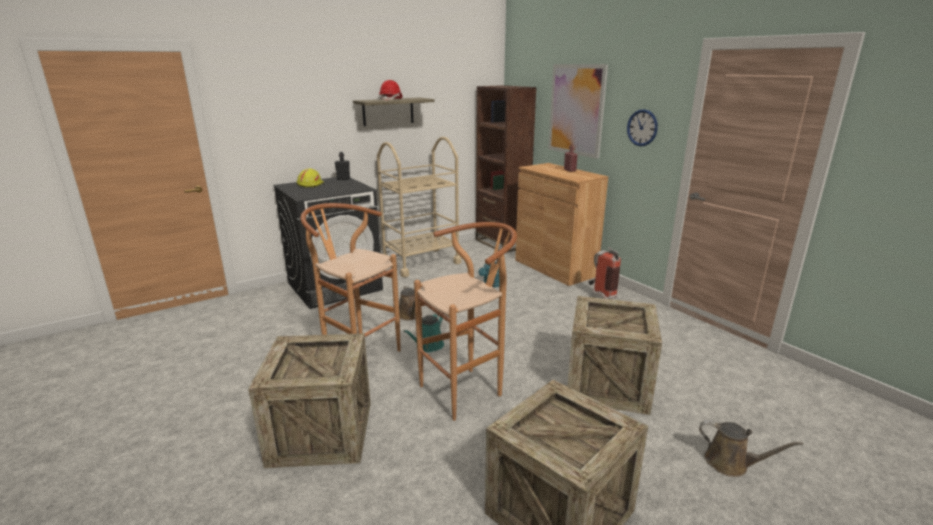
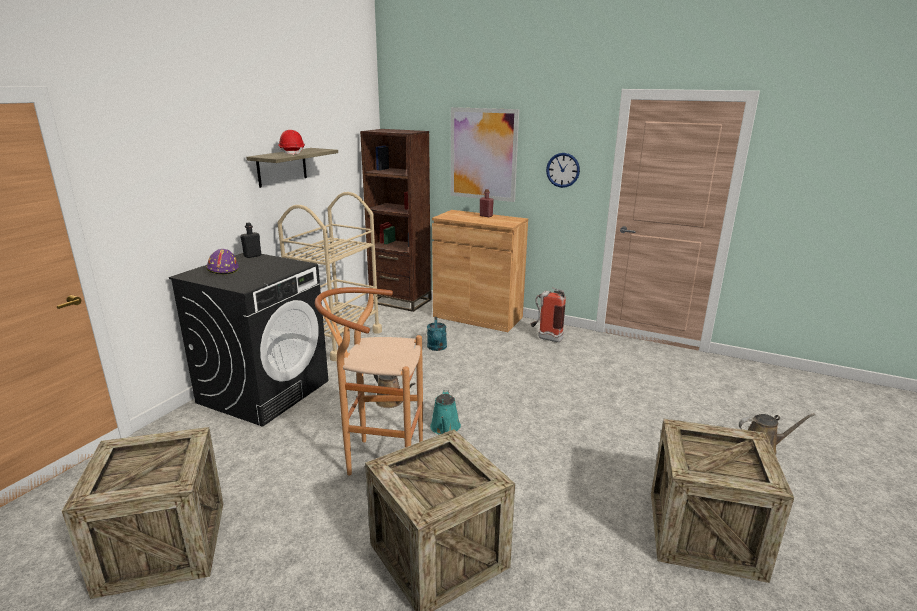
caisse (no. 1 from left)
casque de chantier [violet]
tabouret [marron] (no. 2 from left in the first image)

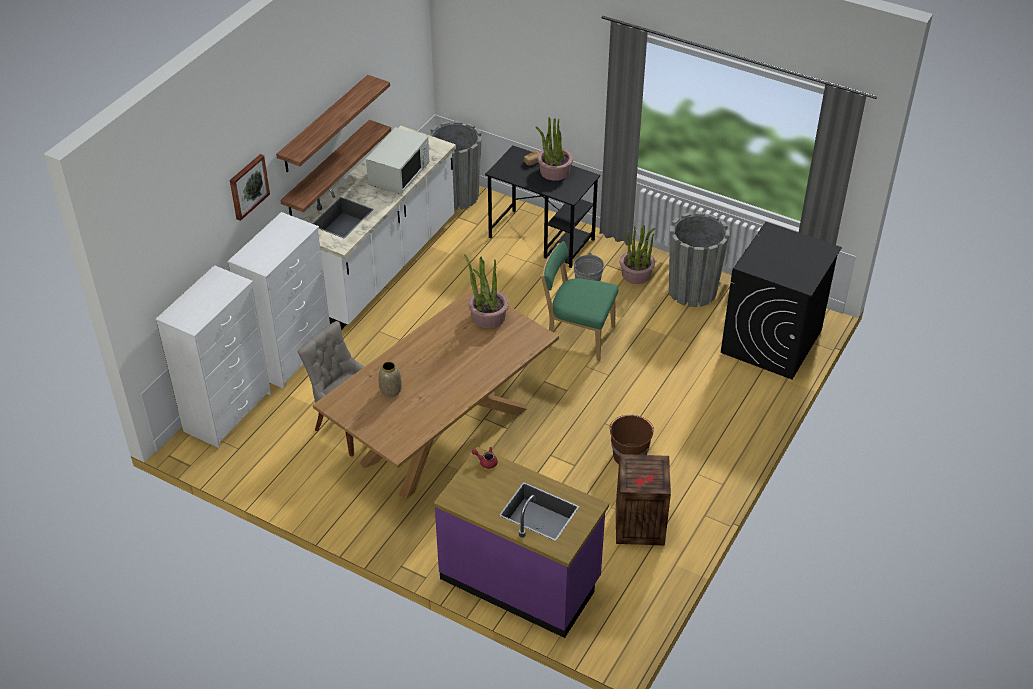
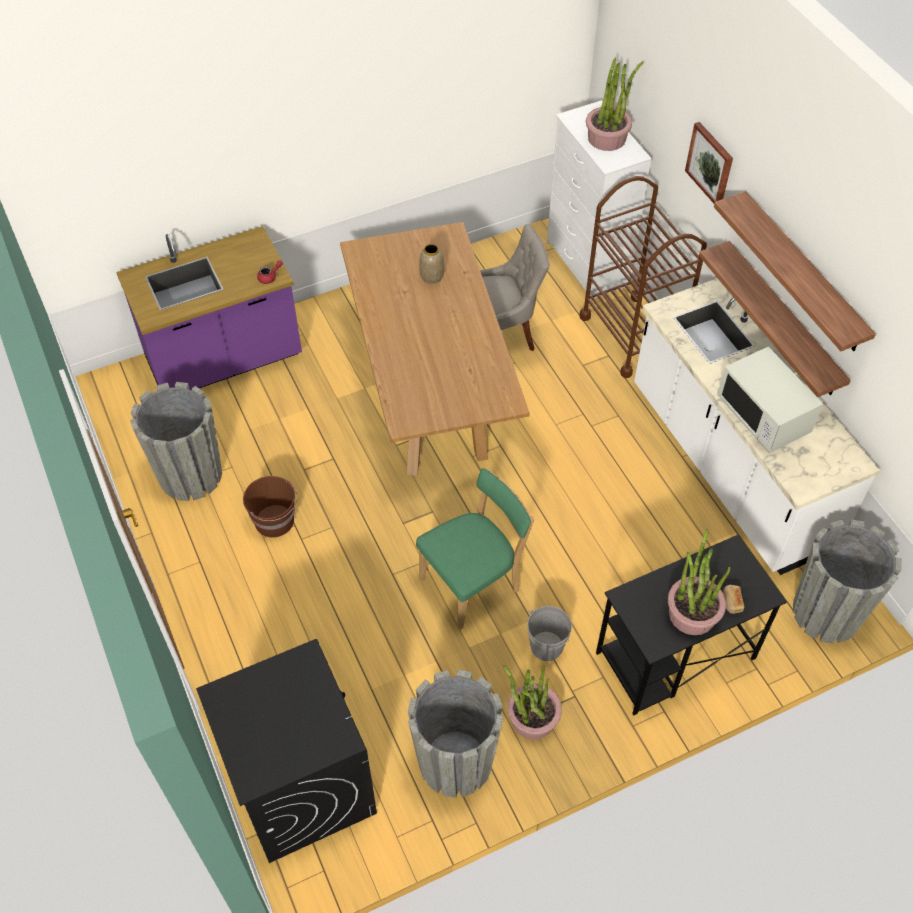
cache-pot [gris] (no. 1 from left)
chariot [marron]
plante en pot (no. 2 from left)

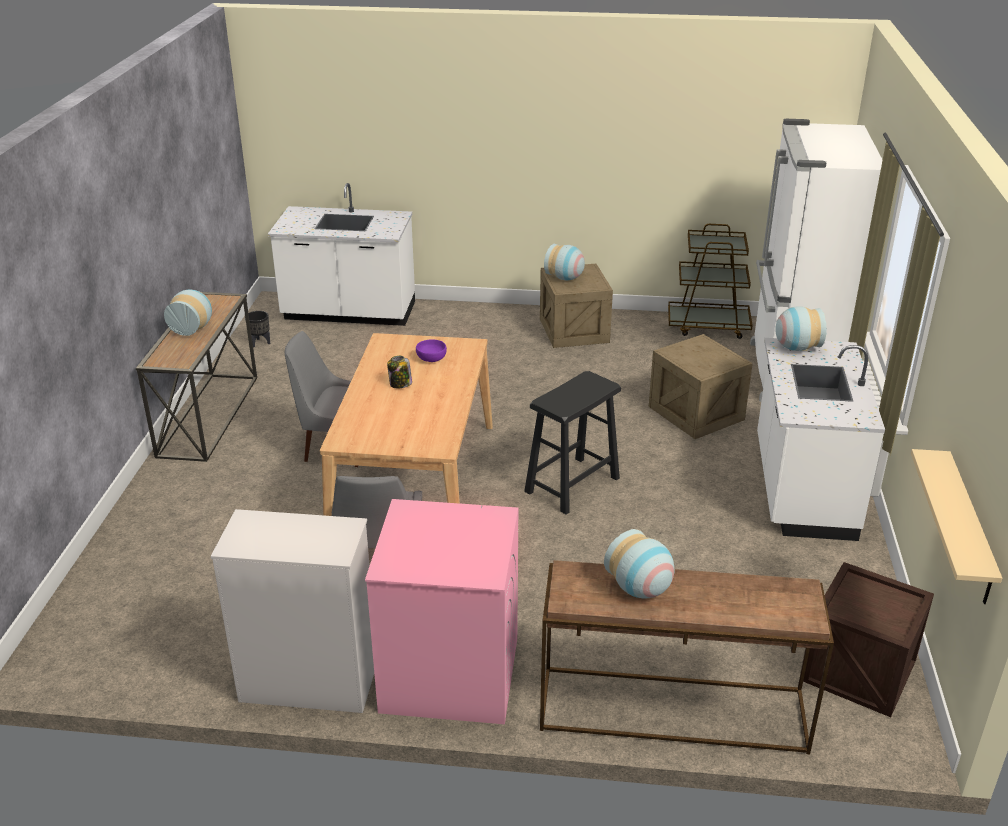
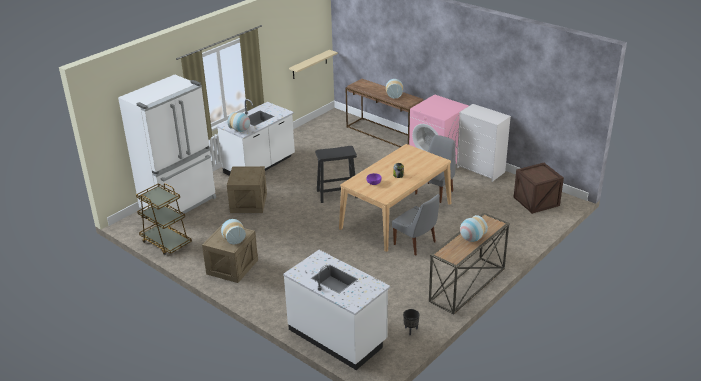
caisse (no. 3 from left)

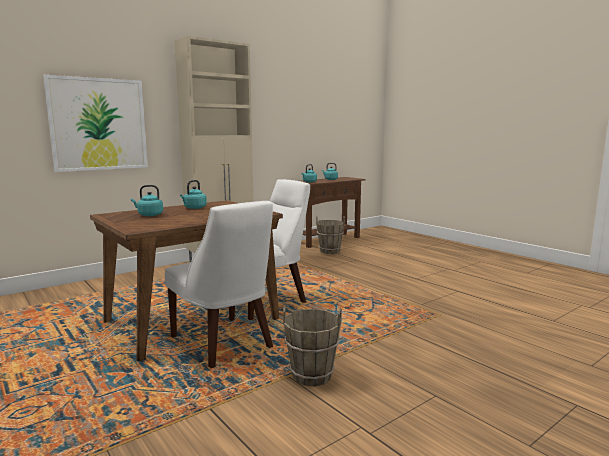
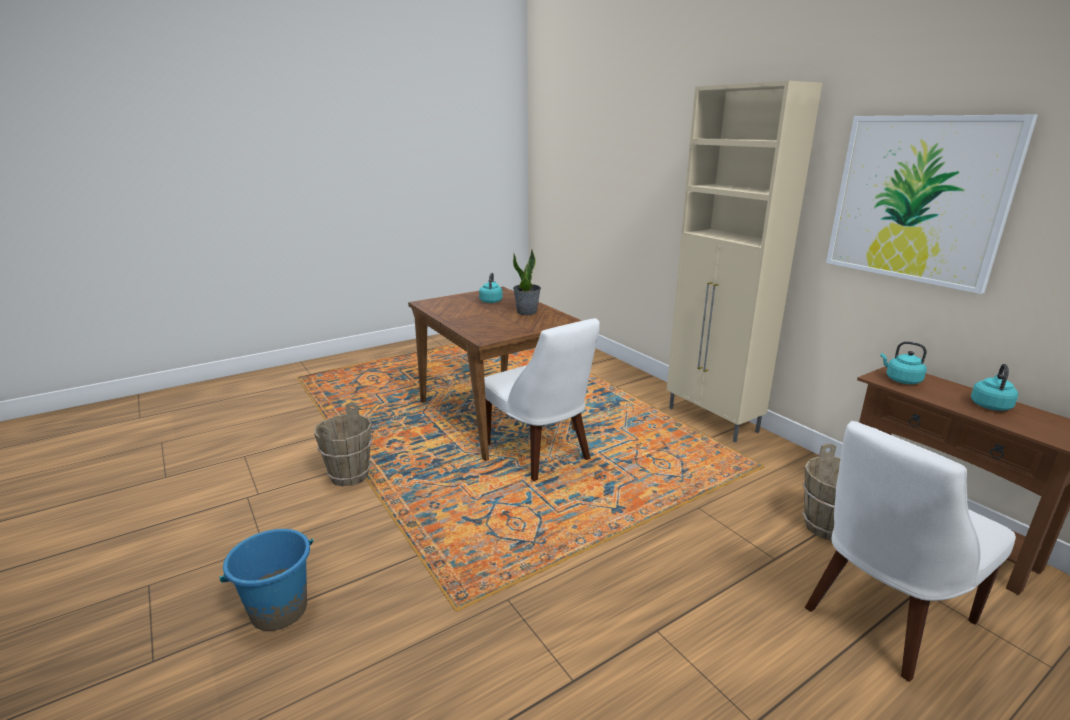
seau [bleu]
plante en pot
chaise [blanc] (no. 2 from left)
tableau

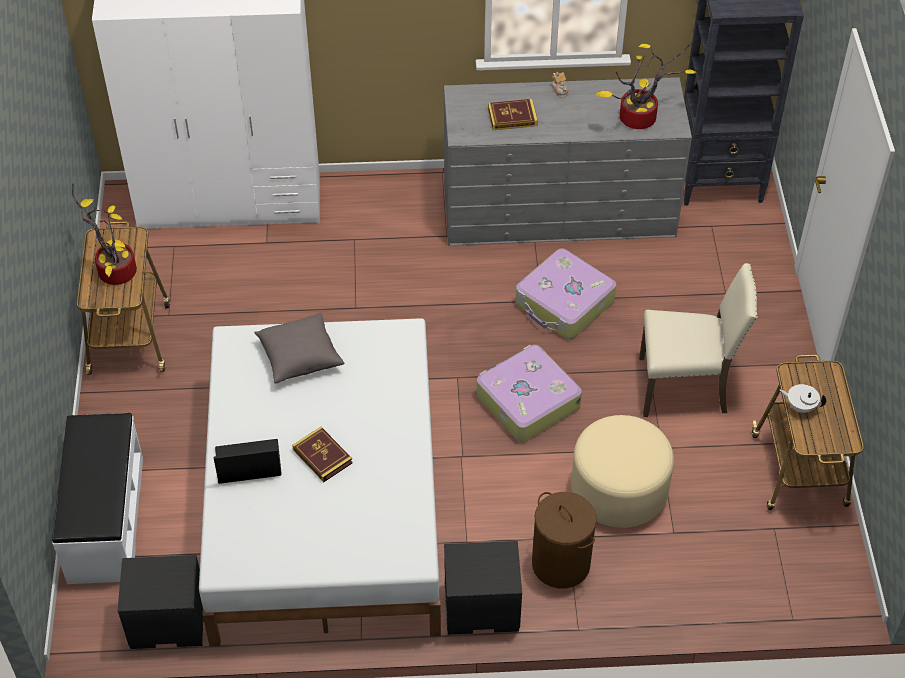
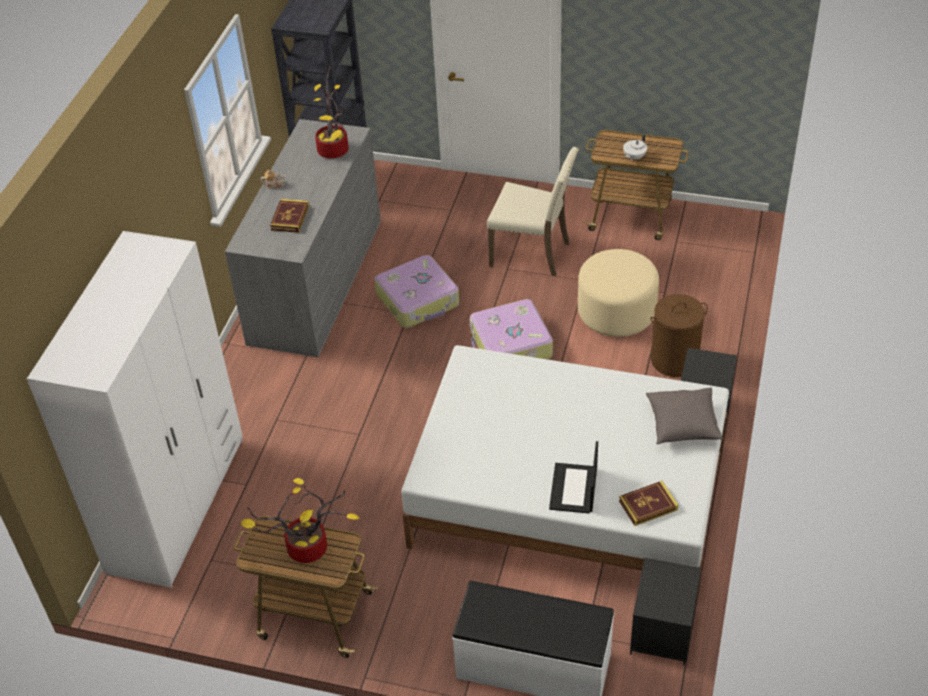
chaise [beige]
livre (no. 2 from left)
coussin [gris]

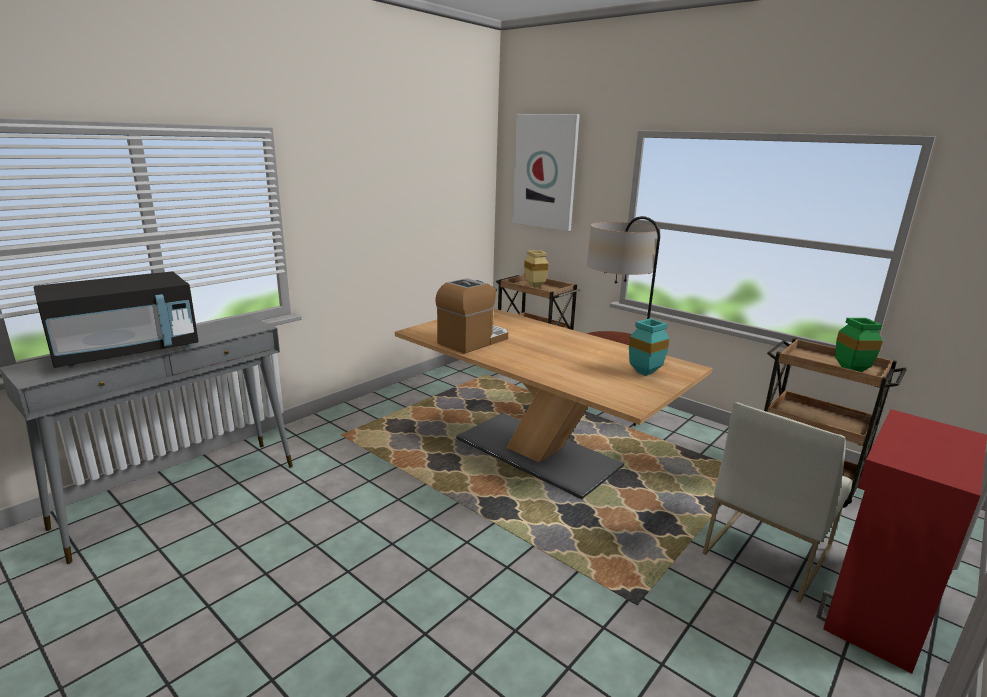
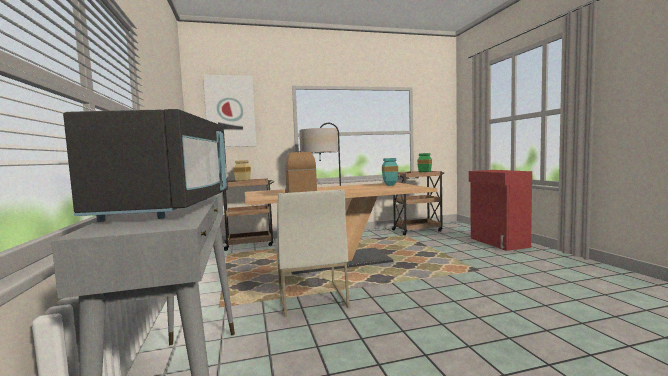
chaise [blanc]

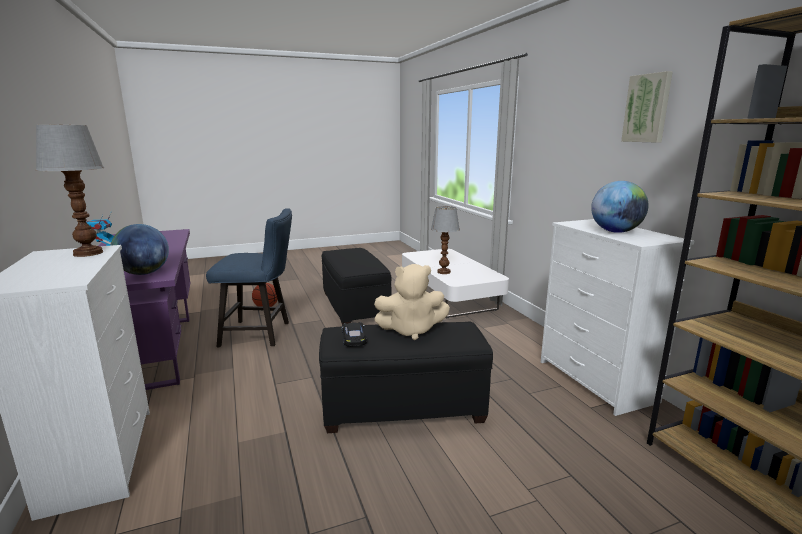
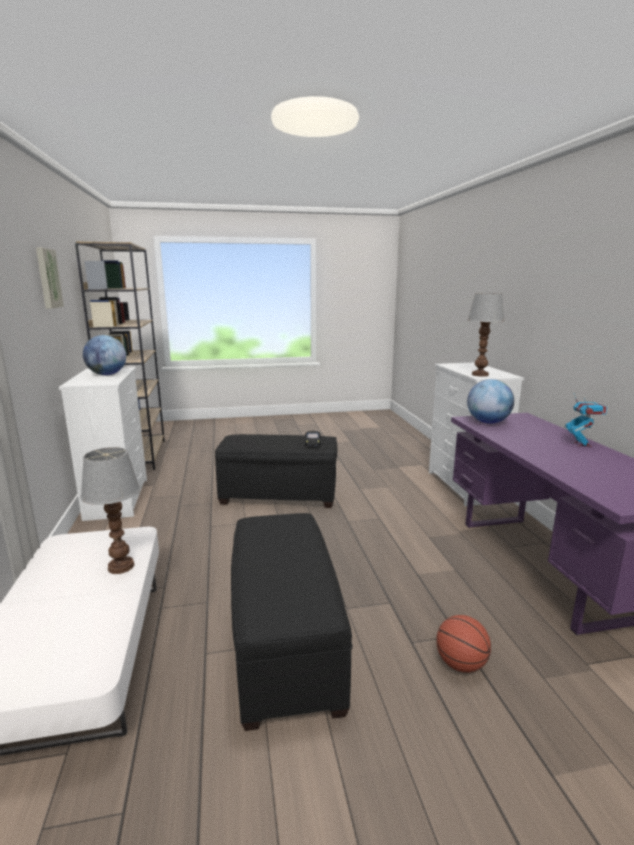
chaise [bleu]
peluche [beige]

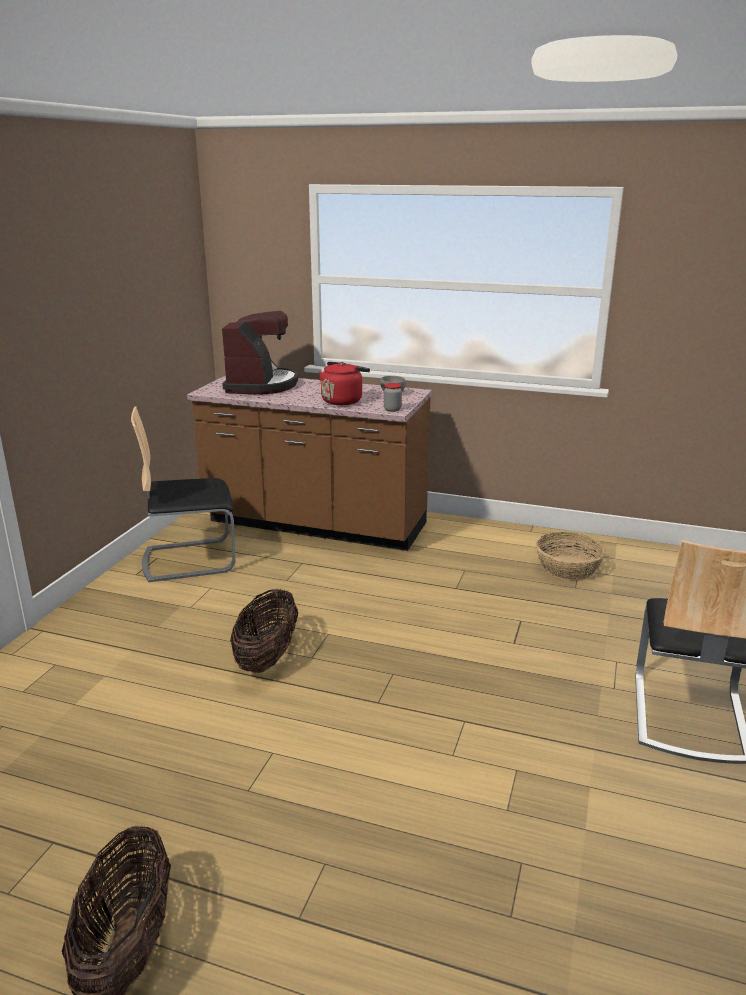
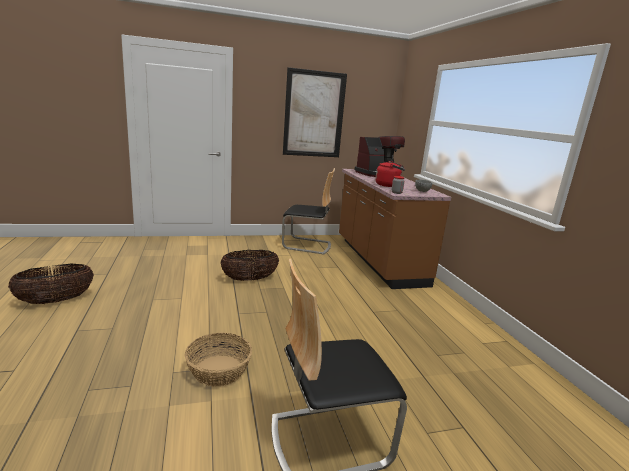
panier (no. 2 from left)
chaise (no. 1 from left)
tableau

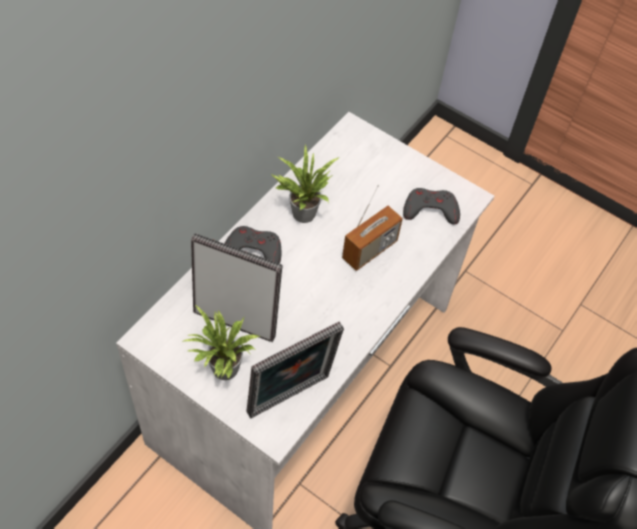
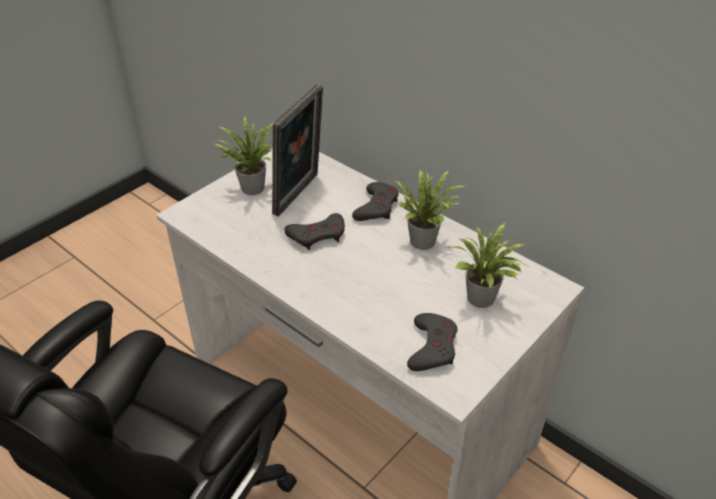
manette [gris] (no. 1 from left)
plante en pot (no. 3 from left)
cadre photo (no. 2 from left in the first image)
radio

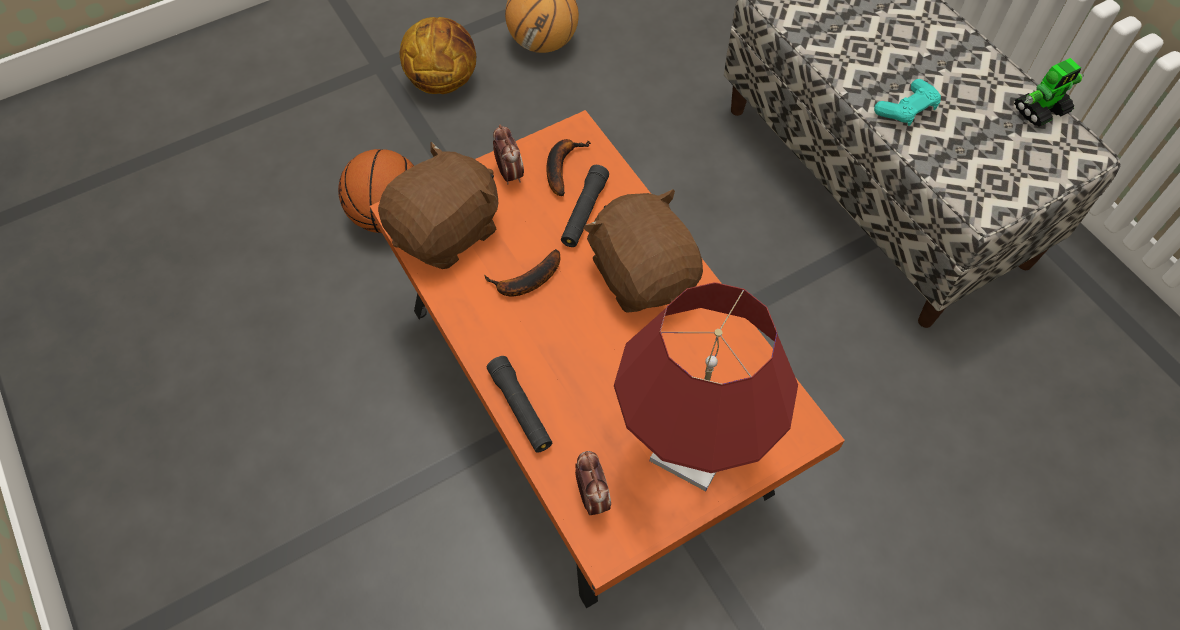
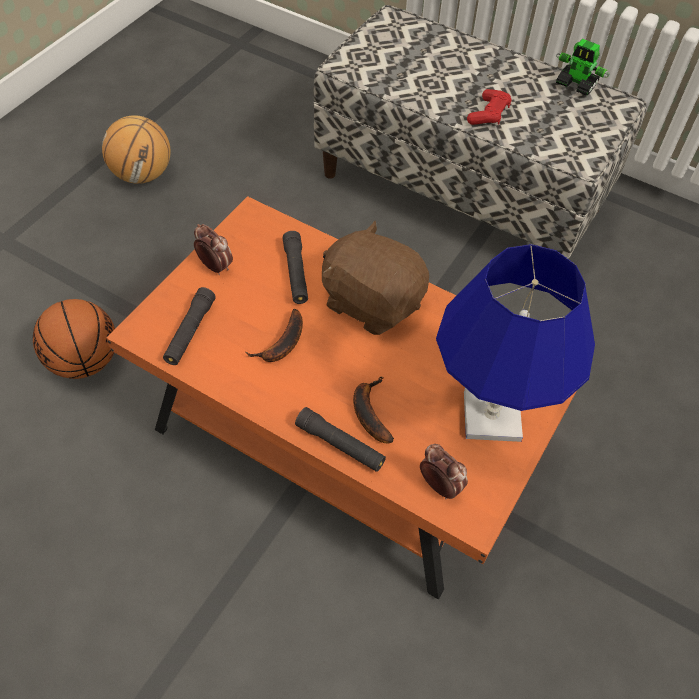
lampe de poche [noir] (no. 1 from left)
banane (no. 2 from left)
lampe de table [bleu]
manette [rouge]
robot jouet
ballon de basket (no. 2 from left in the first image)

